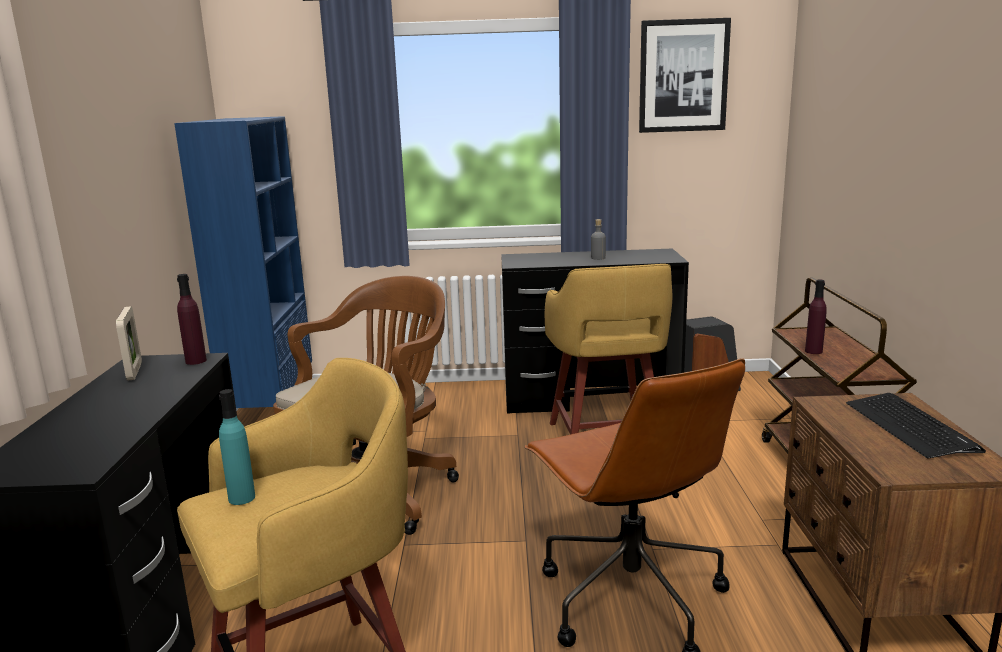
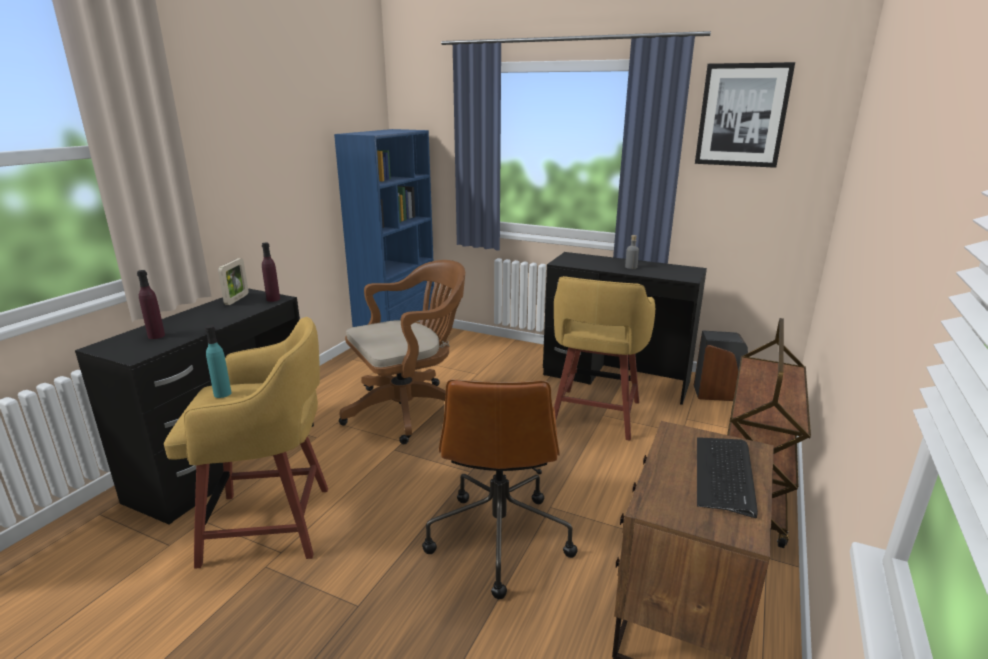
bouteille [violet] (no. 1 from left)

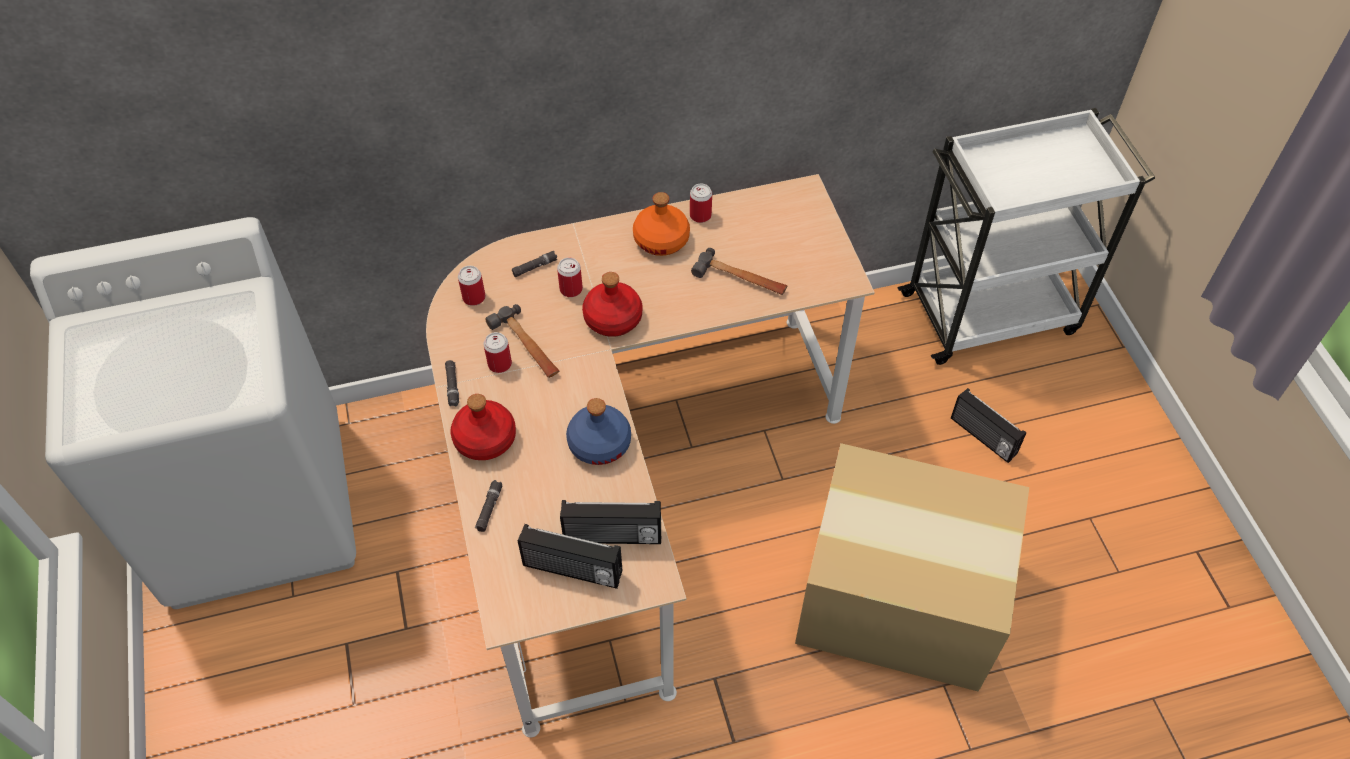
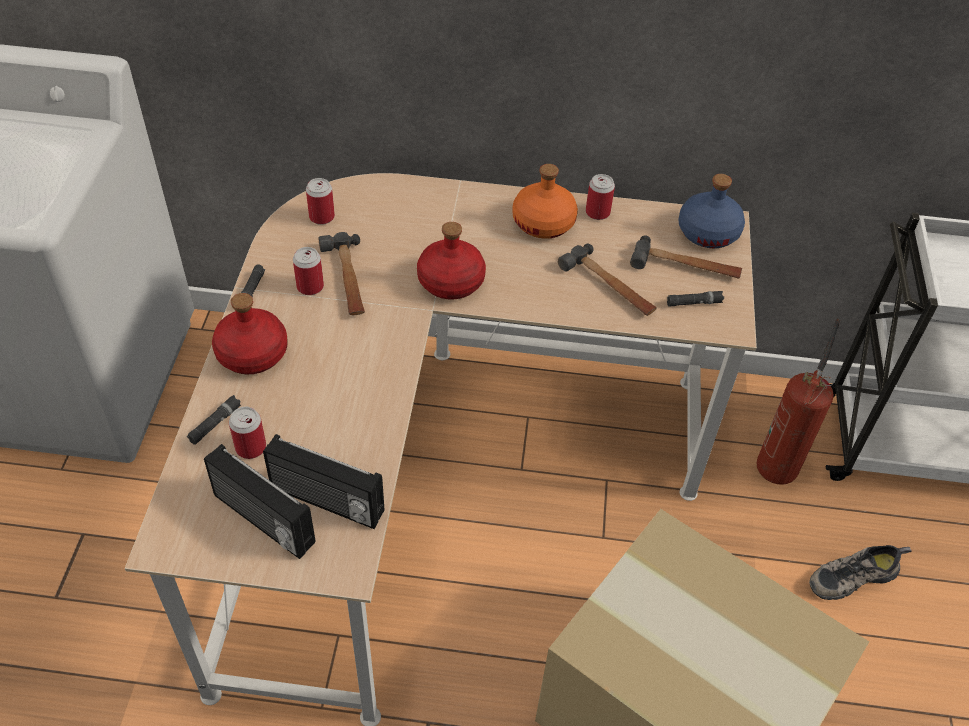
boîte métallique (no. 1 from left)
marteau (no. 3 from left)
lampe de poche [noir] (no. 3 from left)
bouteille [bleu]
extincteur
chaussure

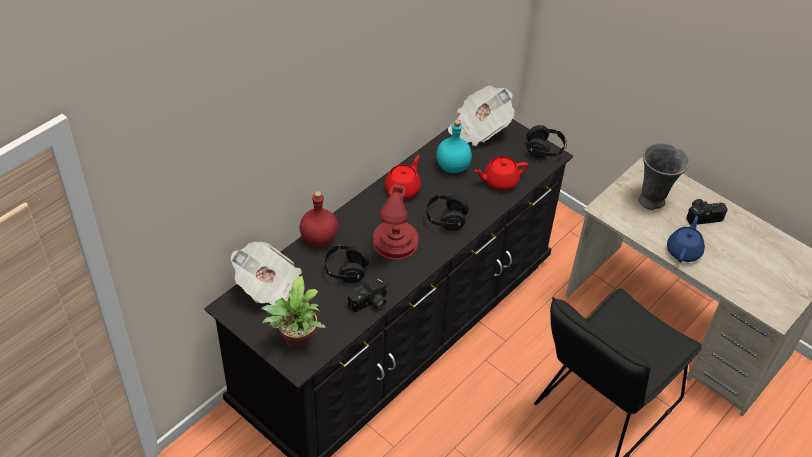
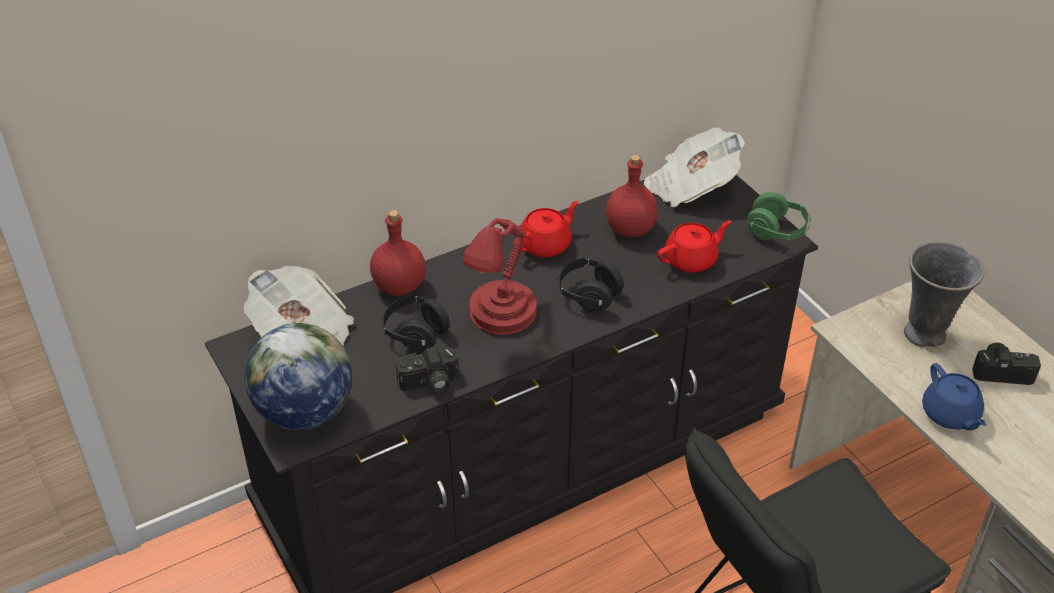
globe
bouteille [rouge] (no. 2 from left)
théière [rouge] (no. 2 from left)
casque audio [vert]
théière [bleu]

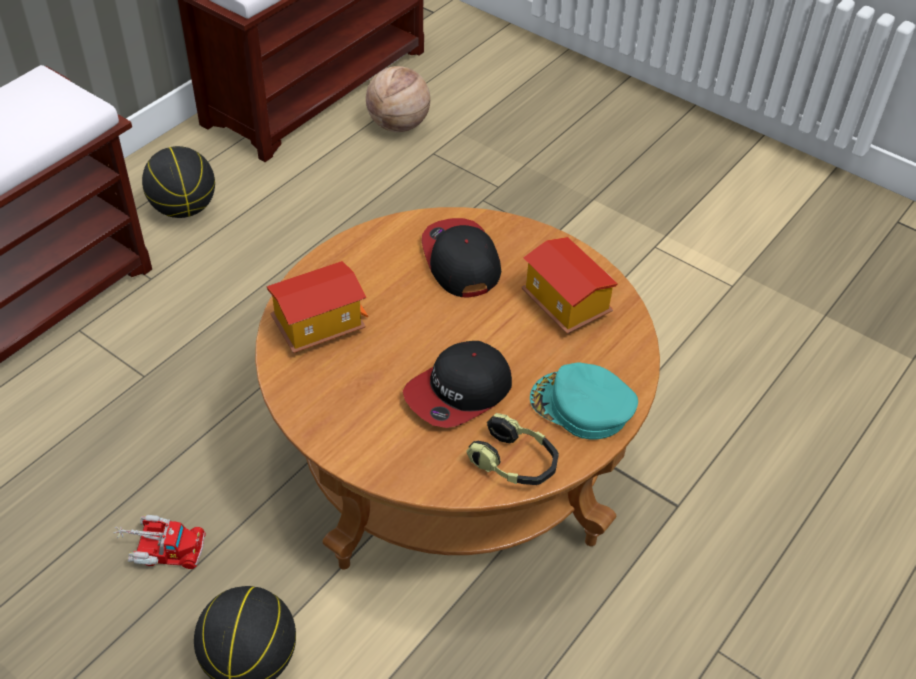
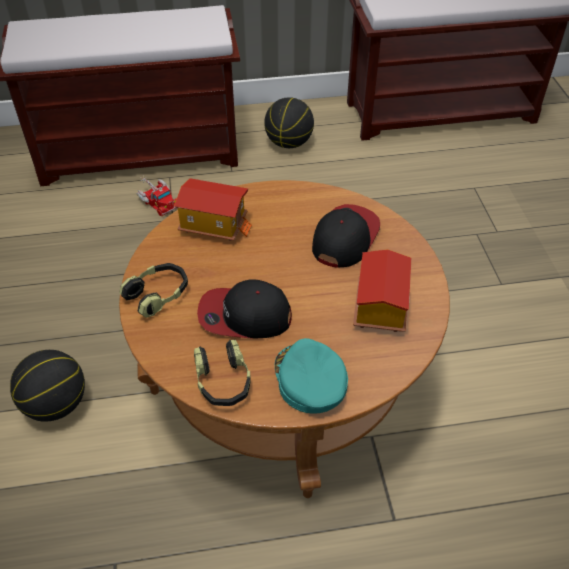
casque audio (no. 1 from left)
camion jouet
ballon de basket (no. 3 from left in the first image)

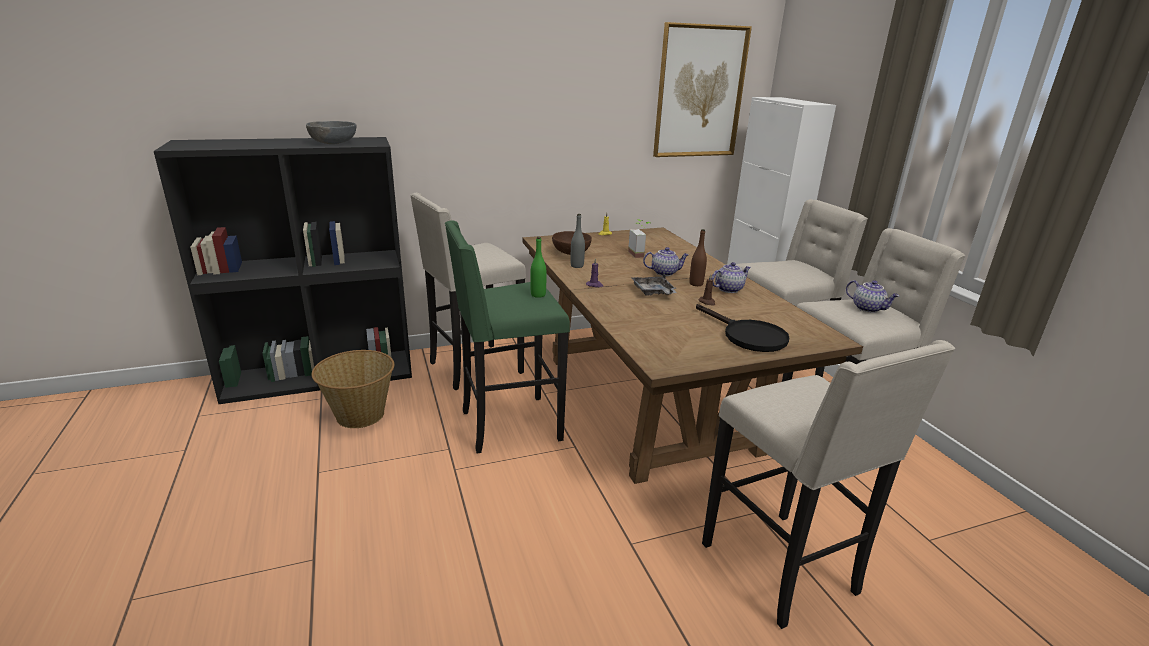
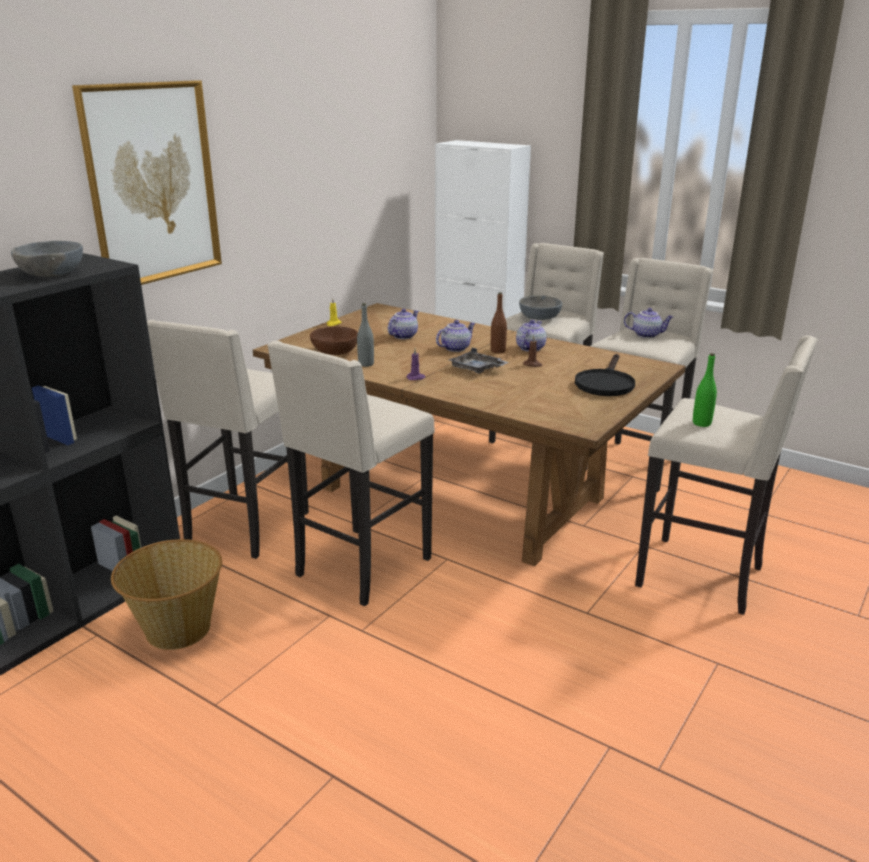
tableau
tabouret [beige] (no. 2 from left)
théière (no. 1 from left)
bol [gris] (no. 2 from left)
poêle [noir]
bouteille [vert]

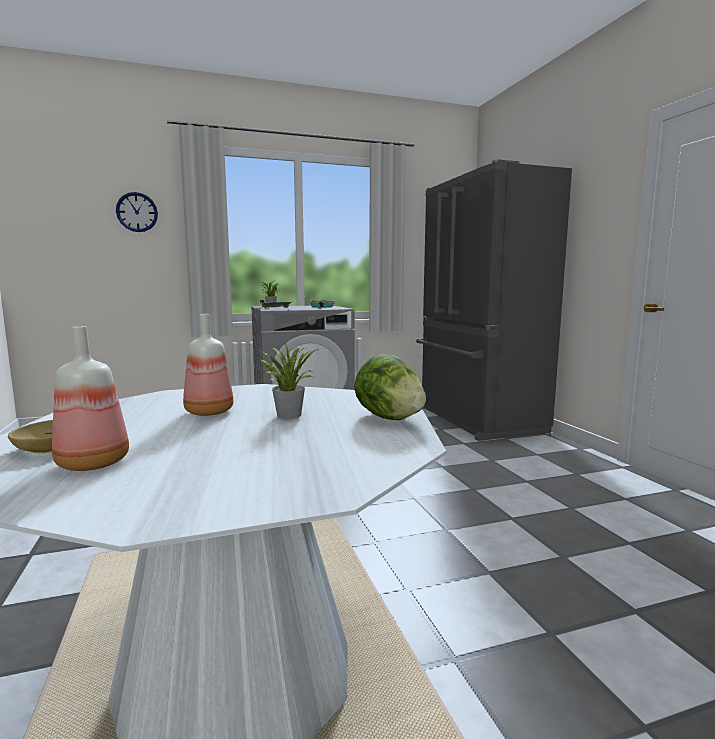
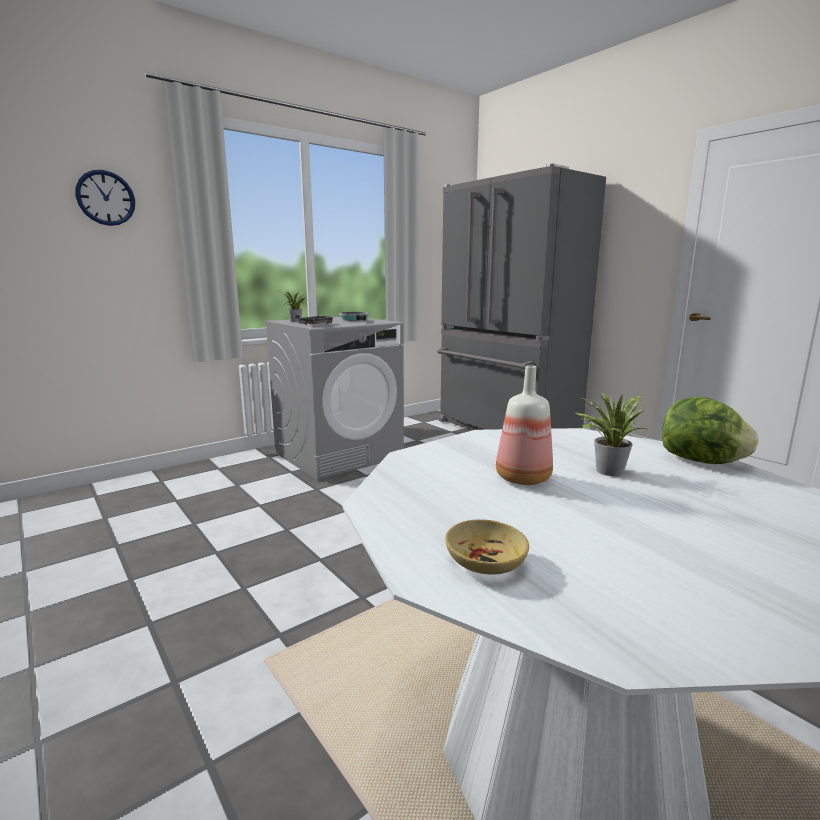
bouteille (no. 1 from left in the first image)

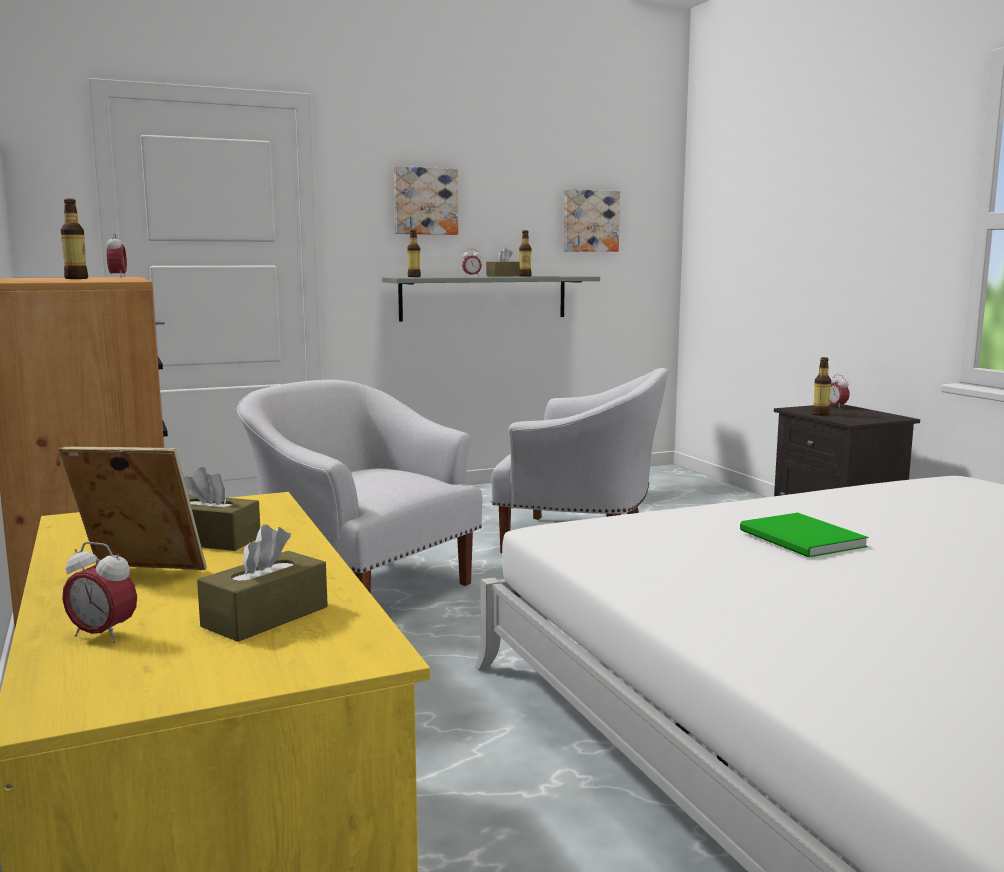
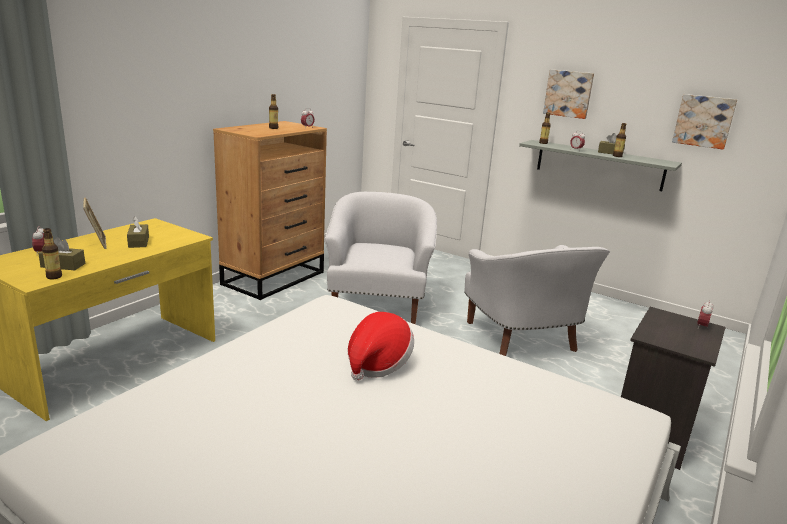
bouteille (no. 1 from left)
chapeau

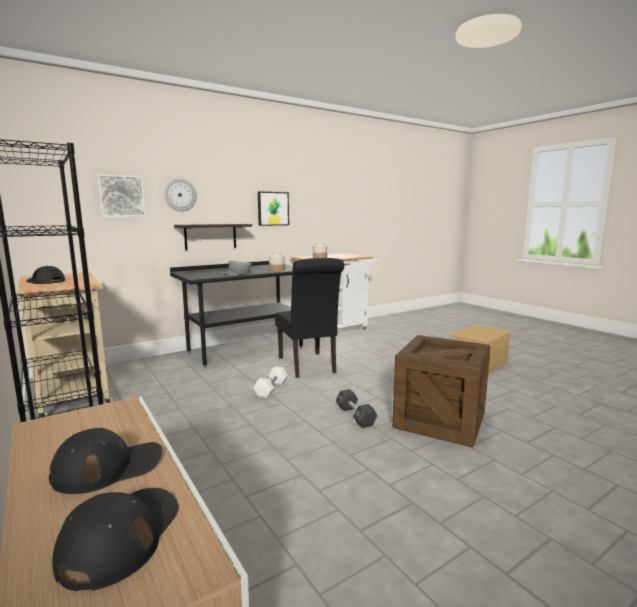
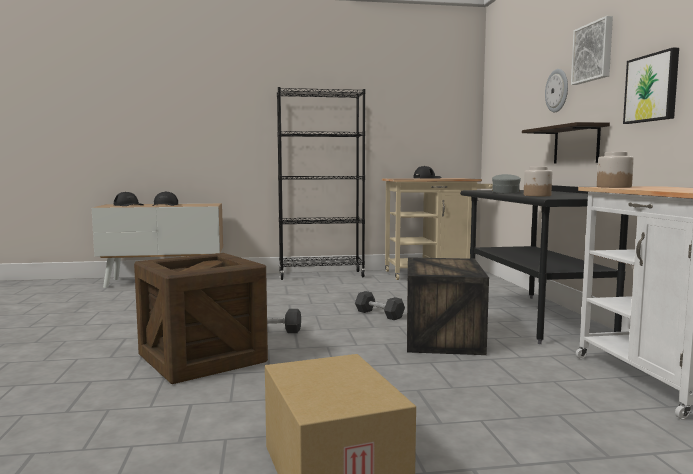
haltère [noir] (no. 2 from left)
caisse (no. 2 from left)
tableau (no. 1 from left)

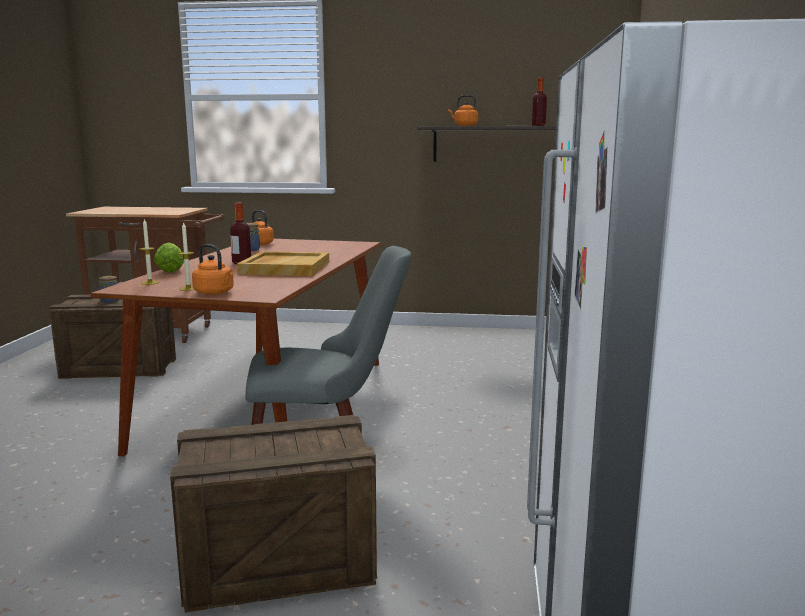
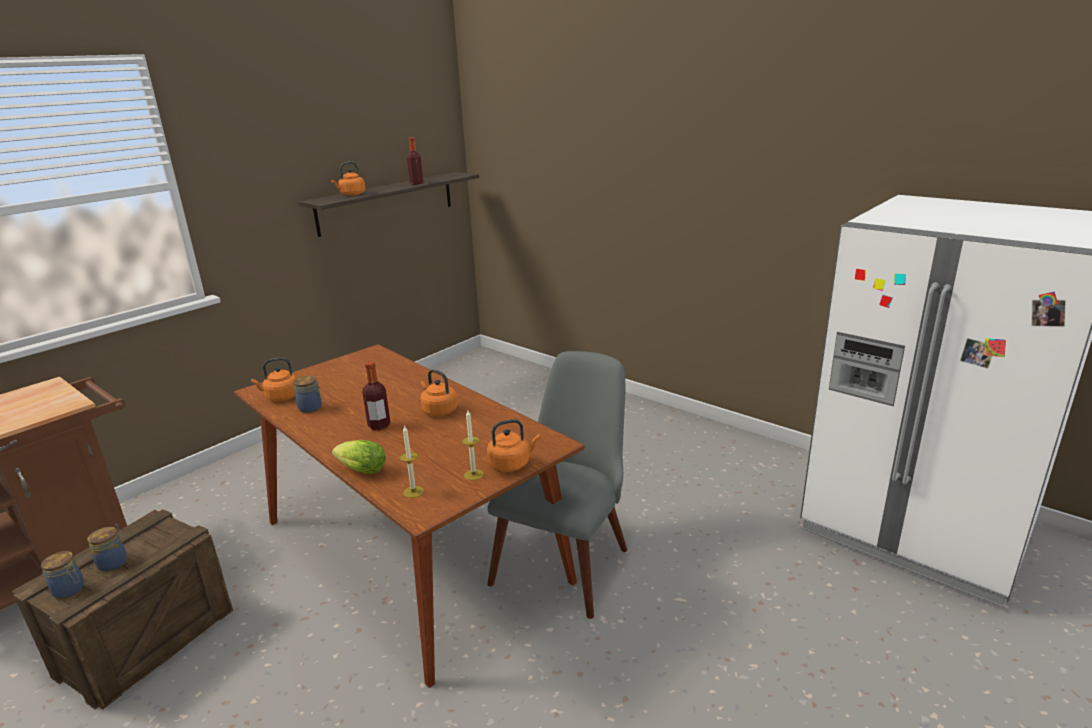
bocal (no. 1 from left)
bouilloire [orange] (no. 3 from left)
caisse (no. 2 from left in the first image)

